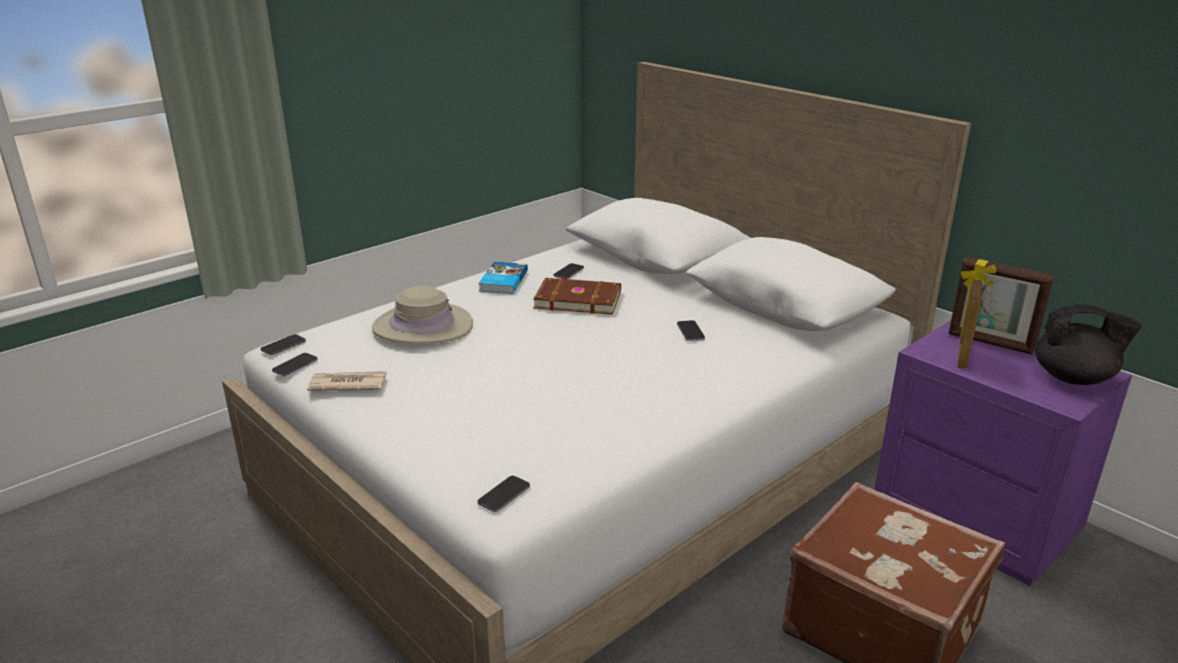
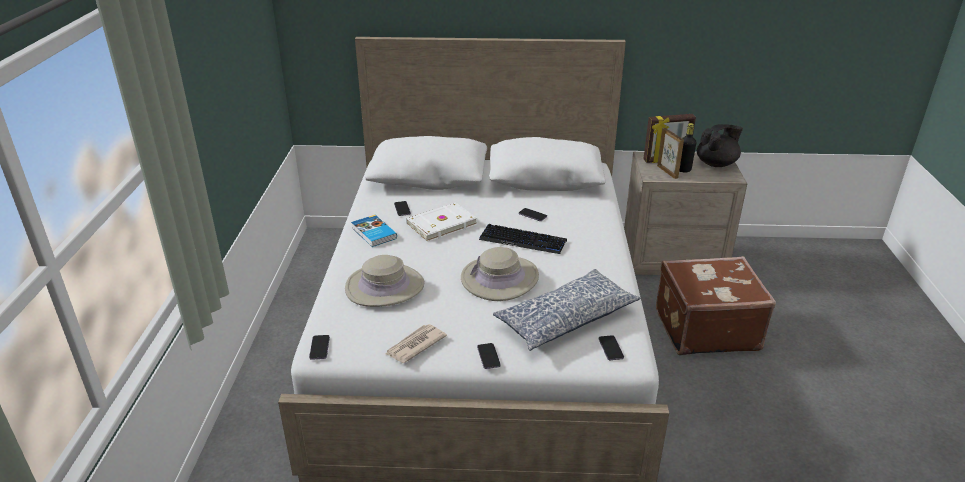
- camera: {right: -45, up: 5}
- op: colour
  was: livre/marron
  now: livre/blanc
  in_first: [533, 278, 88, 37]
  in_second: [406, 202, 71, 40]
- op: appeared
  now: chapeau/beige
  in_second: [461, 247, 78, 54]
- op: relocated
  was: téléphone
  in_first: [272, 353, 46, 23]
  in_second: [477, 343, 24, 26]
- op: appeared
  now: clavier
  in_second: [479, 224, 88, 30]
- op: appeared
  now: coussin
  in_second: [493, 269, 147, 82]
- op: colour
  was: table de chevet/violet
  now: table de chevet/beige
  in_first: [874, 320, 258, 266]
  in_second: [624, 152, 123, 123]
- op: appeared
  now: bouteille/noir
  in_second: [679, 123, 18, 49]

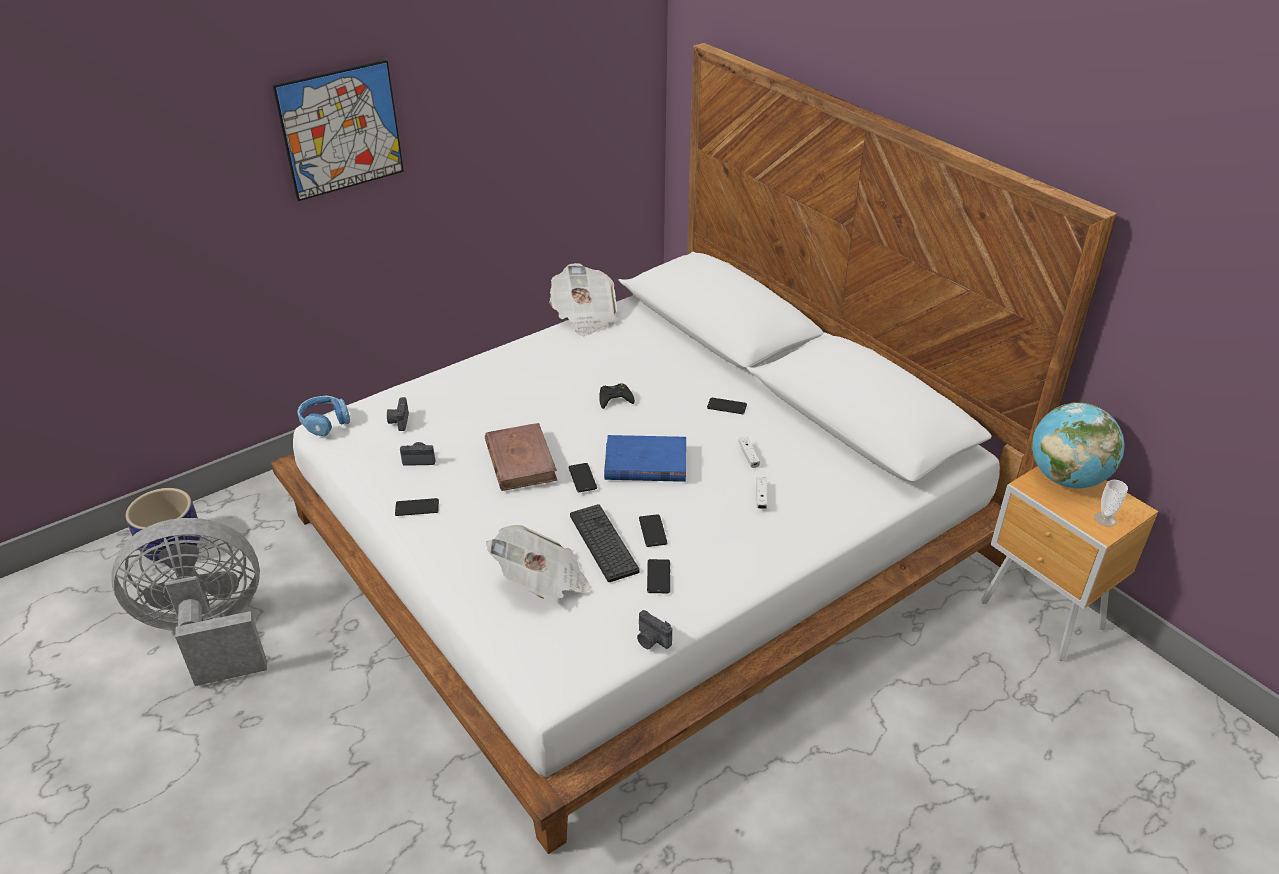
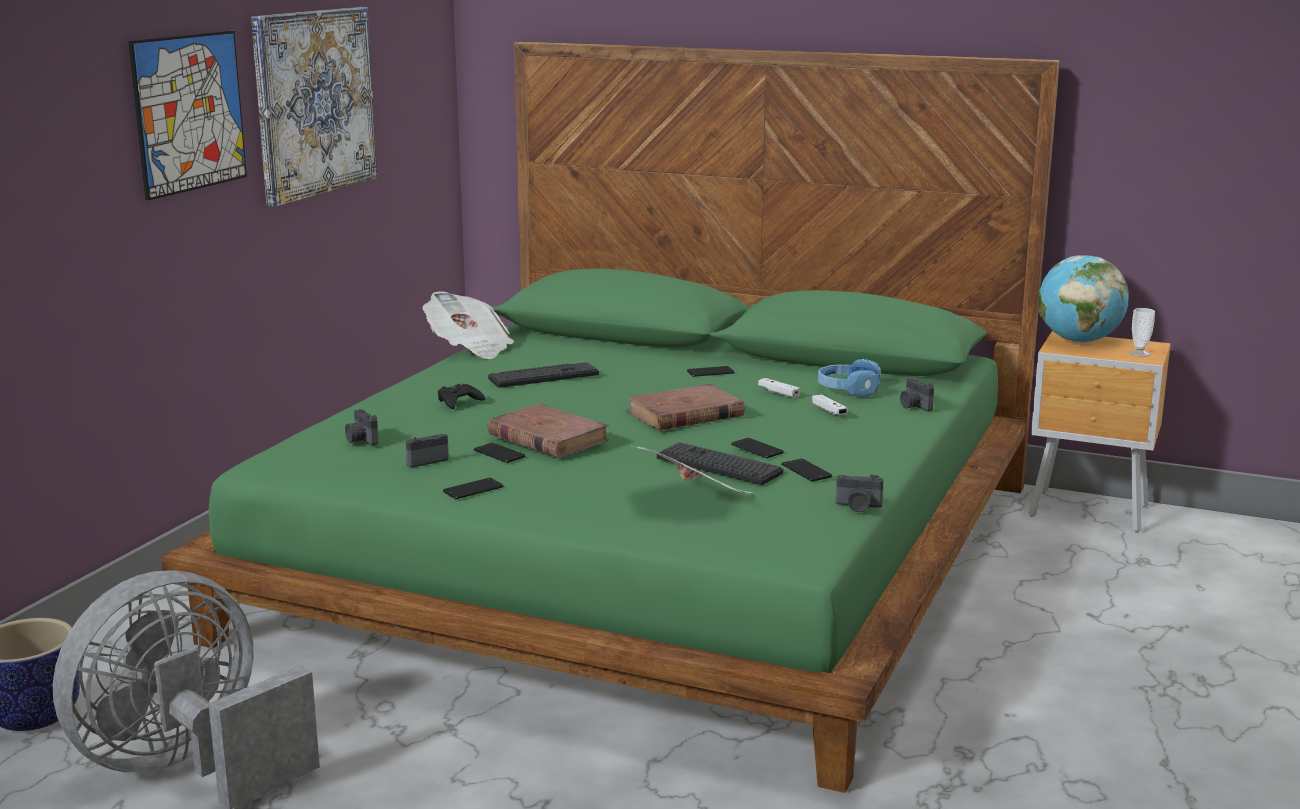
- camera: {right: -30, up: -20}
- op: colour
  was: lit/blanc
  now: lit/vert
  in_first: [271, 43, 846, 811]
  in_second: [161, 42, 899, 751]
- op: appeared
  now: tableau
  in_second: [251, 7, 126, 199]
- op: relocated
  was: manette/noir
  in_first: [599, 384, 36, 25]
  in_second: [438, 384, 48, 25]
- op: relocated
  was: téléphone
  in_first: [569, 463, 28, 29]
  in_second: [474, 443, 51, 20]
- op: appeared
  now: clavier
  in_second: [488, 363, 111, 25]
- op: colour
  was: livre/bleu
  now: livre/marron
  in_first: [604, 435, 82, 47]
  in_second: [625, 384, 120, 47]
- op: relocated
  was: casque audio/bleu
  in_first: [297, 396, 53, 40]
  in_second: [818, 359, 63, 38]
- op: appeared
  now: appareil photo
  in_second: [900, 378, 34, 33]

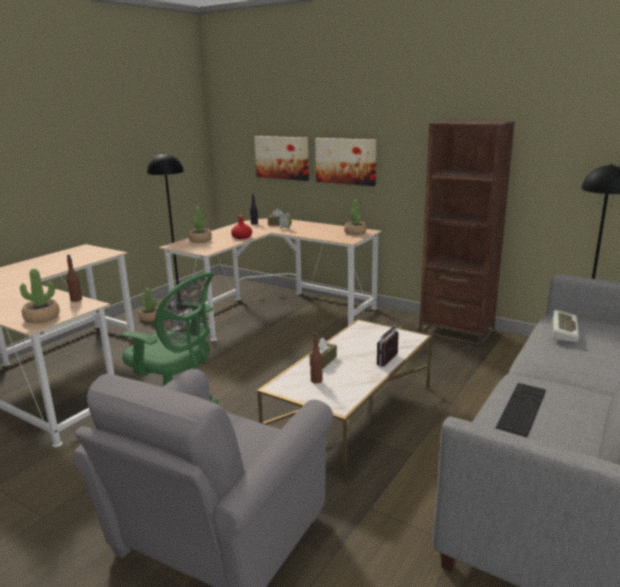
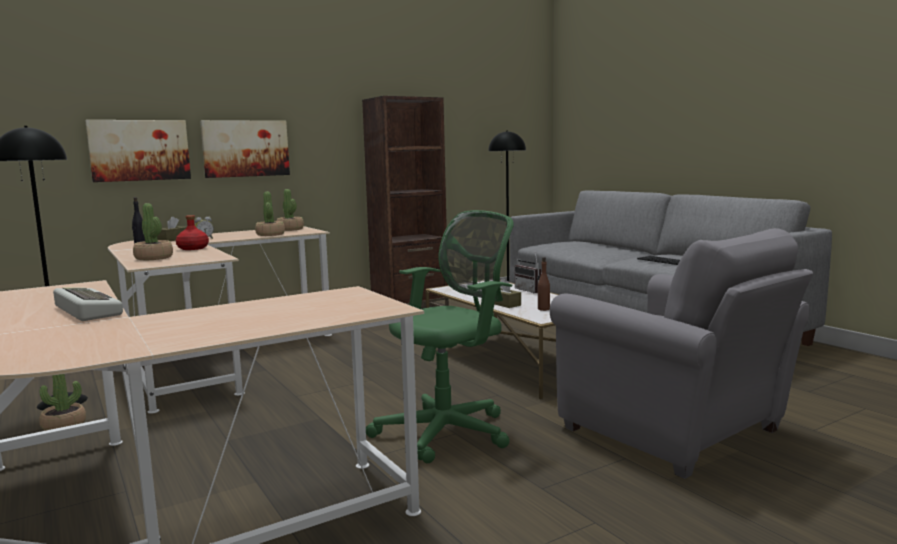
- camera: {right: -65, up: -10}
- op: relocated
  was: clavier
  in_first: [553, 310, 26, 32]
  in_second: [53, 288, 70, 33]
- op: relocated
  was: plante en pot
  in_first: [20, 269, 40, 54]
  in_second: [255, 191, 30, 45]
- op: missing
  was: bouteille/marron
  in_first: [67, 255, 15, 47]

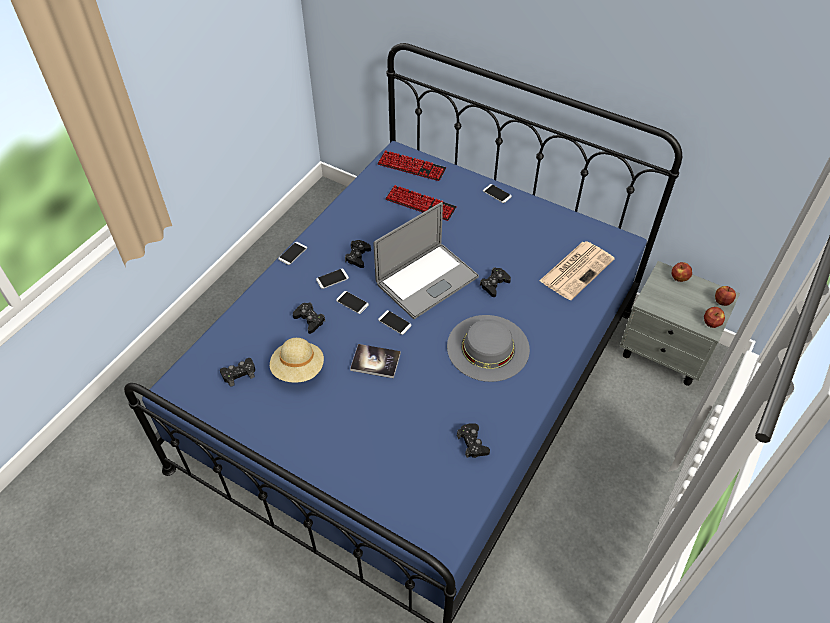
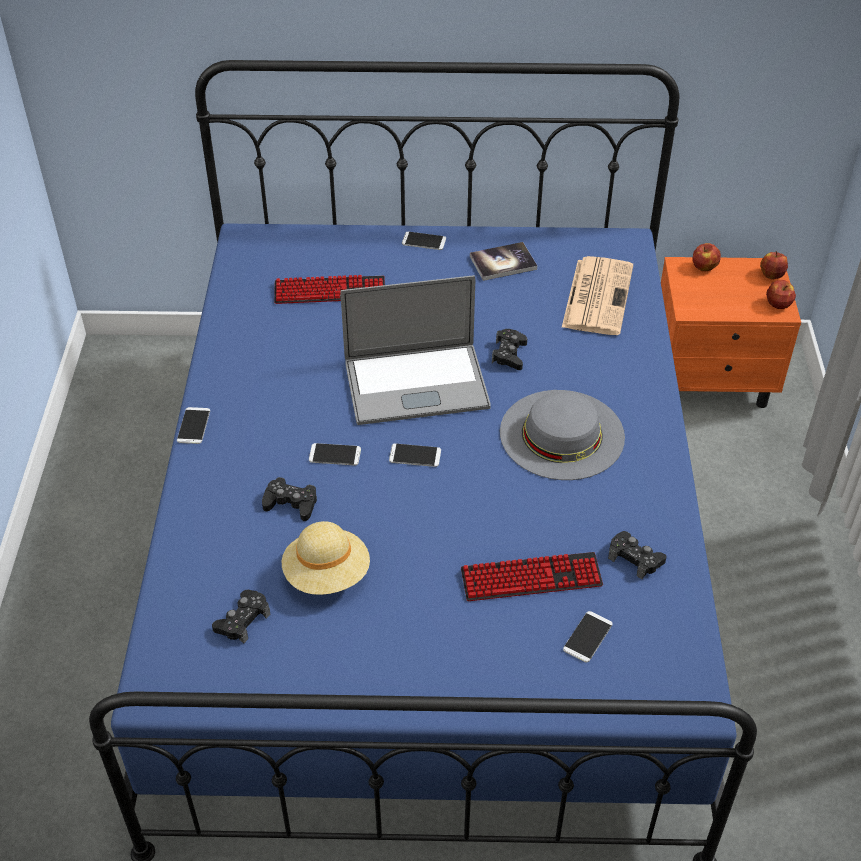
- camera: {right: -30, up: -5}
- op: spun
  was: ordinateur portable
  in_first: [373, 202, 106, 117]
  in_second: [341, 275, 150, 150]
  clockwise: 60
- op: relocated
  was: clavier
  in_first: [377, 150, 69, 31]
  in_second: [461, 552, 142, 49]
- op: relocated
  was: livre
  in_first: [350, 344, 51, 34]
  in_second: [470, 242, 67, 39]
- op: relocated
  was: téléphone
  in_first: [316, 269, 33, 20]
  in_second: [563, 611, 50, 51]
- op: colour
  was: table de chevet/gris
  now: table de chevet/orange
  in_first: [619, 261, 121, 125]
  in_second: [661, 257, 140, 151]
- op: missing
  was: manette/noir
  in_first: [345, 240, 26, 28]

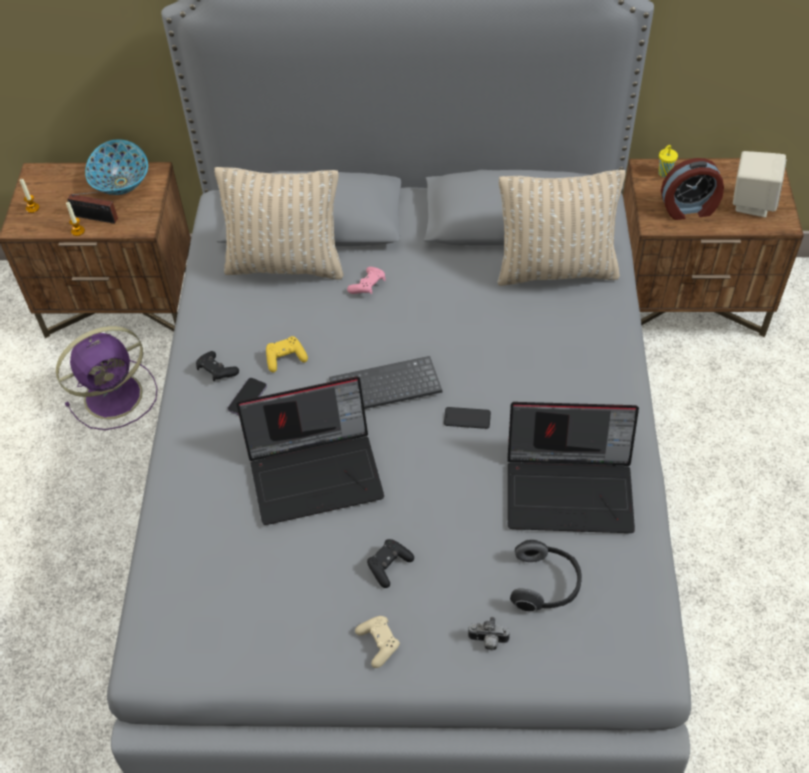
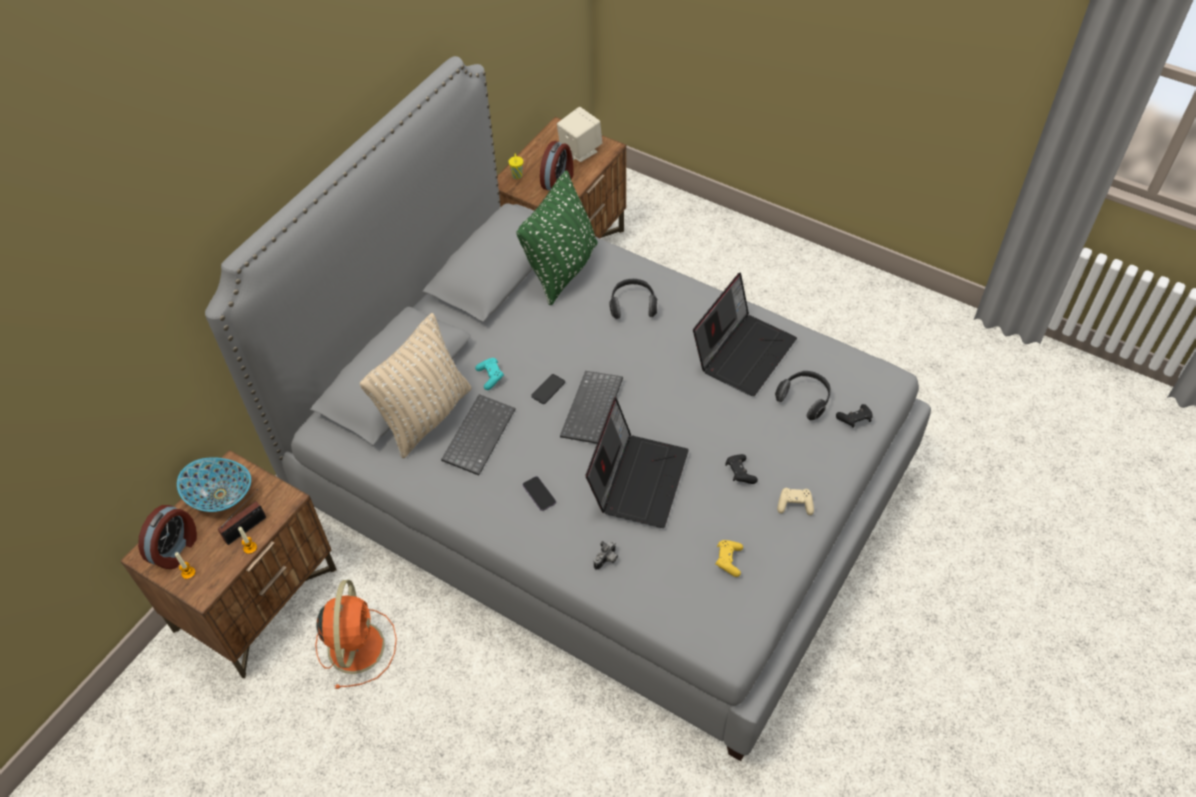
- camera: {right: -60, up: 0}
- op: appeared
  now: réveil
  in_second: [138, 505, 59, 64]
- op: colour
  was: ventilateur/violet
  now: ventilateur/orange
  in_first: [56, 326, 102, 104]
  in_second: [315, 580, 82, 109]
- op: appeared
  now: clavier
  in_second: [441, 394, 74, 81]
- op: colour
  was: manette/rose
  now: manette/turquoise
  in_first: [347, 267, 39, 27]
  in_second: [475, 358, 29, 32]
- op: colour
  was: coussin/beige
  now: coussin/vert
  in_first: [497, 170, 128, 116]
  in_second: [516, 170, 82, 135]
- op: relocated
  was: téléphone
  in_first: [444, 407, 47, 22]
  in_second: [531, 374, 34, 30]
- op: relocated
  was: appareil photo
  in_first: [468, 617, 42, 33]
  in_second: [594, 541, 24, 29]
- op: appeared
  now: casque audio
  in_second: [609, 279, 49, 40]
- op: relocated
  was: manette/jaune
  in_first: [266, 336, 42, 37]
  in_second: [715, 540, 28, 37]
- op: relocated
  was: manette/noir
  in_first: [196, 351, 43, 30]
  in_second: [836, 404, 37, 24]

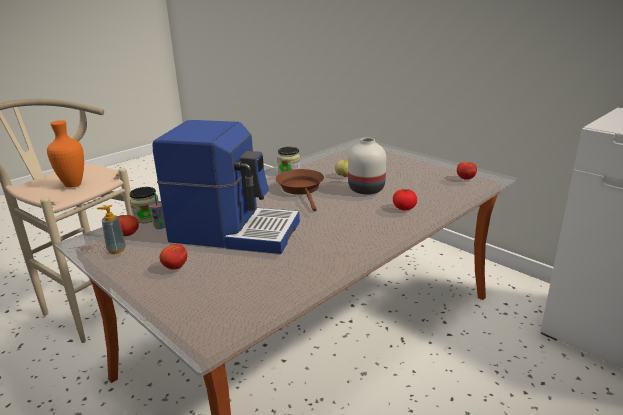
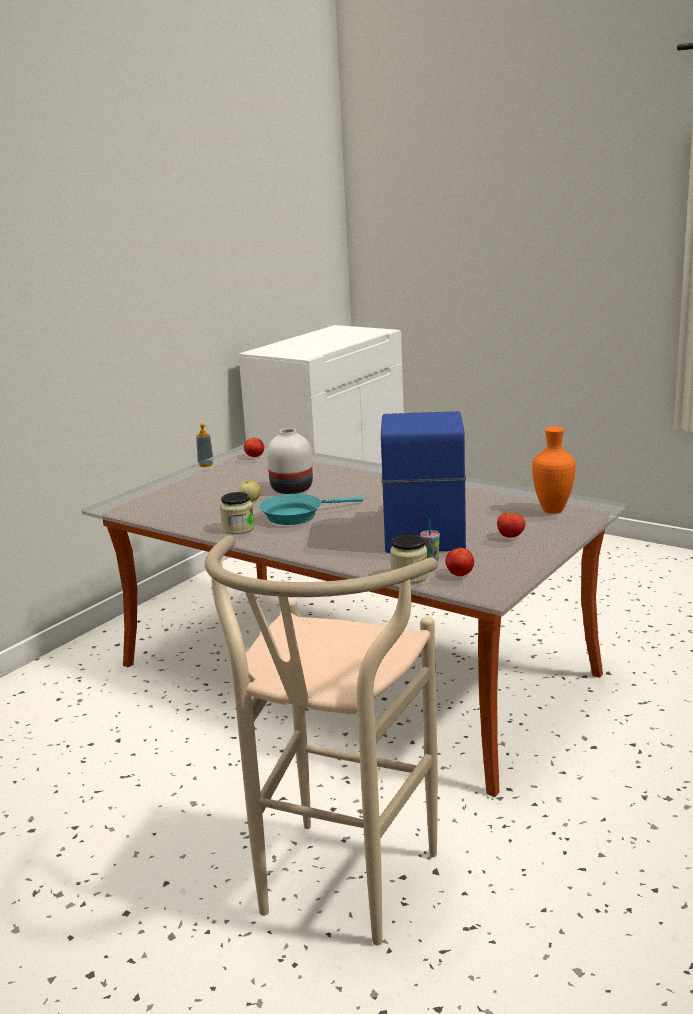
- camera: {right: -100, up: -5}
- op: relocated
  was: distributeur de savon
  in_first: [97, 205, 29, 49]
  in_second: [196, 423, 18, 44]
- op: colour
  was: poêle/marron
  now: poêle/turquoise
  in_first: [276, 169, 48, 43]
  in_second: [259, 494, 104, 31]
- op: relocated
  was: vase/orange
  in_first: [47, 120, 37, 68]
  in_second: [532, 427, 44, 87]
- op: missing
  was: tomate
  in_first: [393, 189, 24, 22]

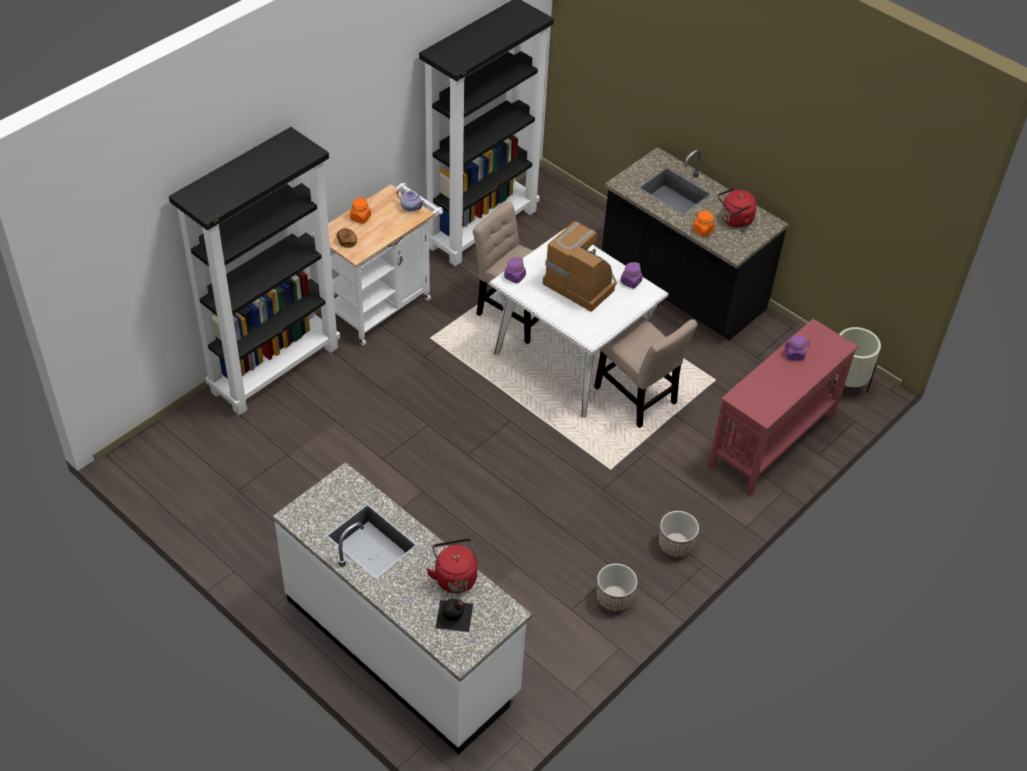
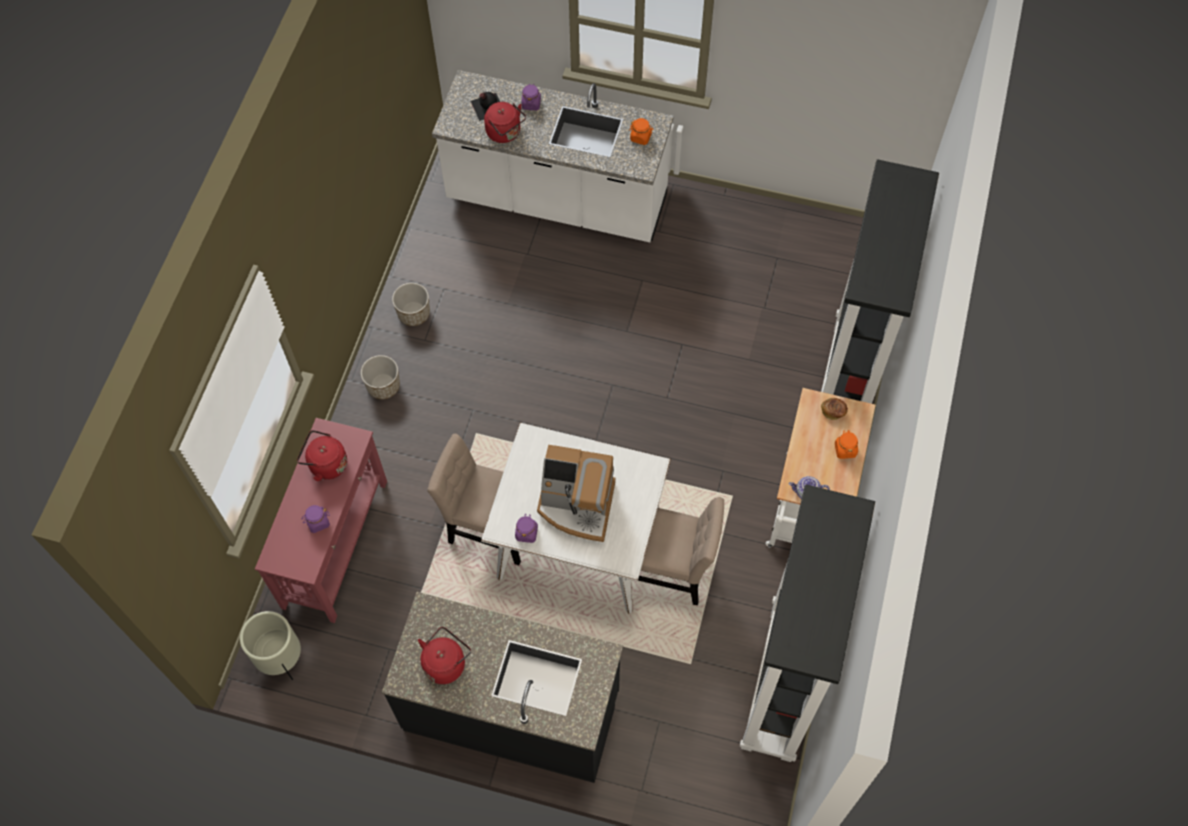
- camera: {right: 155, up: 15}
- op: appeared
  now: bouilloire/rouge
  in_second: [297, 430, 50, 51]
- op: relocated
  was: bocal/violet
  in_first: [504, 257, 22, 26]
  in_second: [521, 84, 20, 26]
- op: relocated
  was: bocal/orange
  in_first: [693, 211, 22, 26]
  in_second: [629, 118, 24, 27]

